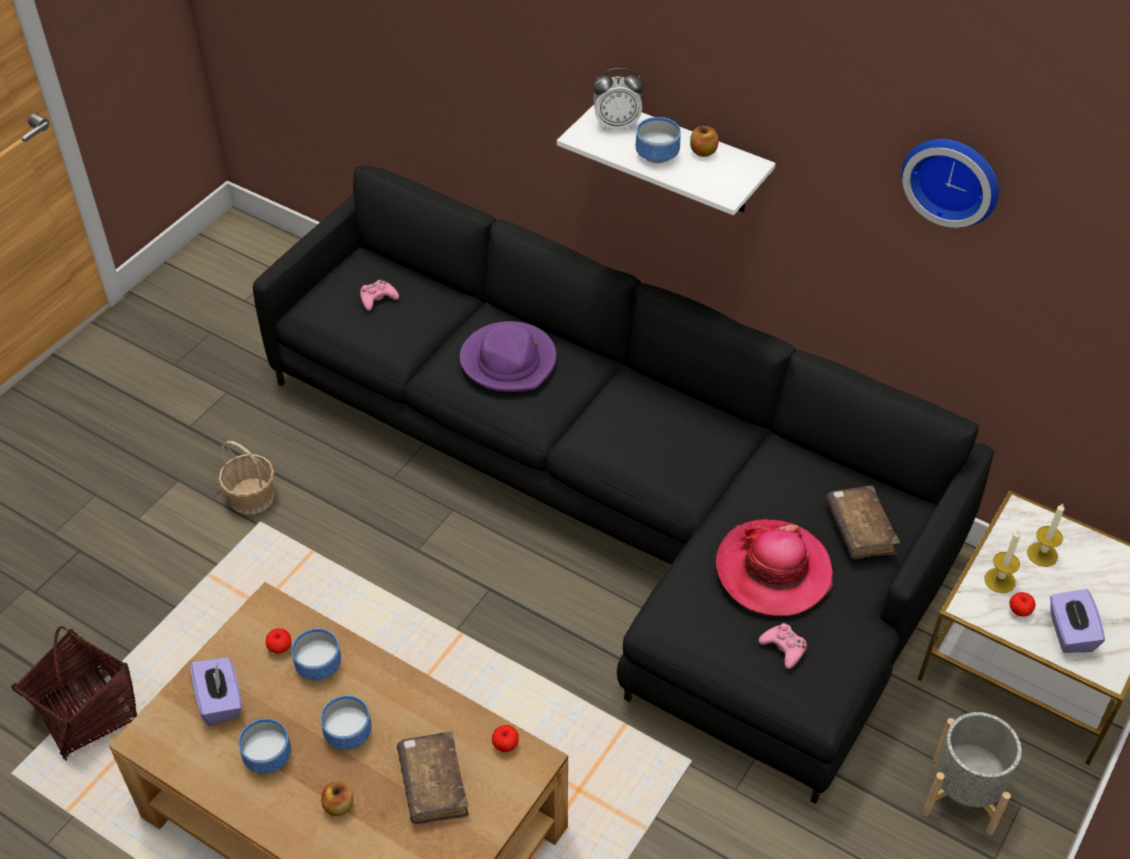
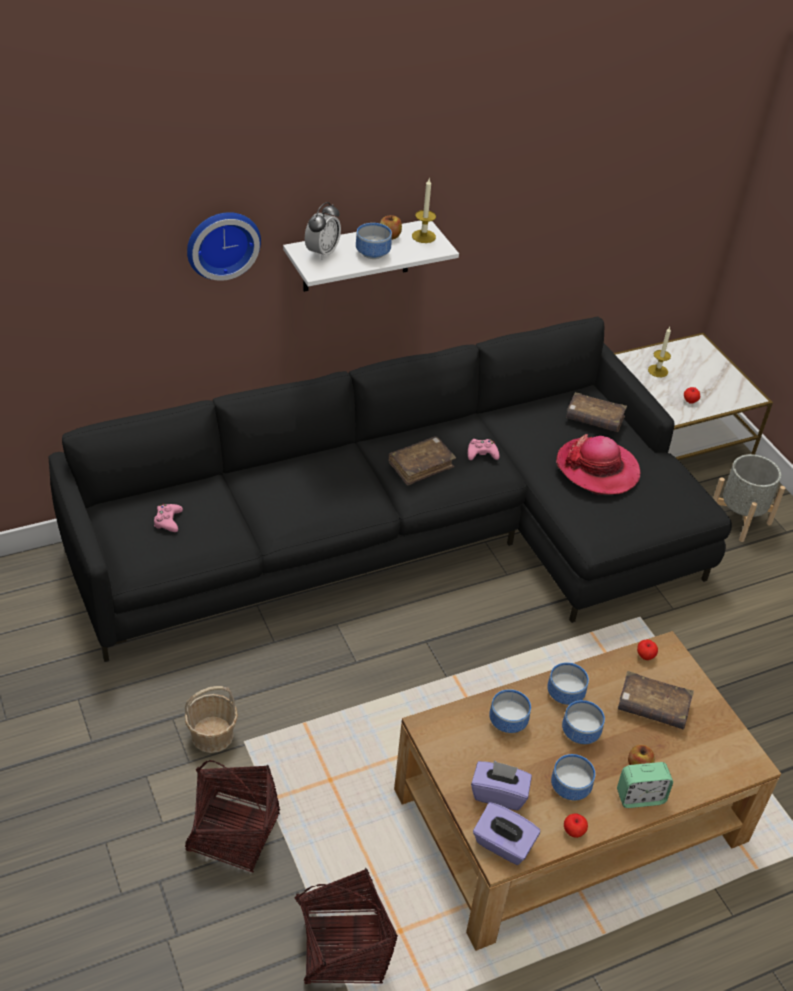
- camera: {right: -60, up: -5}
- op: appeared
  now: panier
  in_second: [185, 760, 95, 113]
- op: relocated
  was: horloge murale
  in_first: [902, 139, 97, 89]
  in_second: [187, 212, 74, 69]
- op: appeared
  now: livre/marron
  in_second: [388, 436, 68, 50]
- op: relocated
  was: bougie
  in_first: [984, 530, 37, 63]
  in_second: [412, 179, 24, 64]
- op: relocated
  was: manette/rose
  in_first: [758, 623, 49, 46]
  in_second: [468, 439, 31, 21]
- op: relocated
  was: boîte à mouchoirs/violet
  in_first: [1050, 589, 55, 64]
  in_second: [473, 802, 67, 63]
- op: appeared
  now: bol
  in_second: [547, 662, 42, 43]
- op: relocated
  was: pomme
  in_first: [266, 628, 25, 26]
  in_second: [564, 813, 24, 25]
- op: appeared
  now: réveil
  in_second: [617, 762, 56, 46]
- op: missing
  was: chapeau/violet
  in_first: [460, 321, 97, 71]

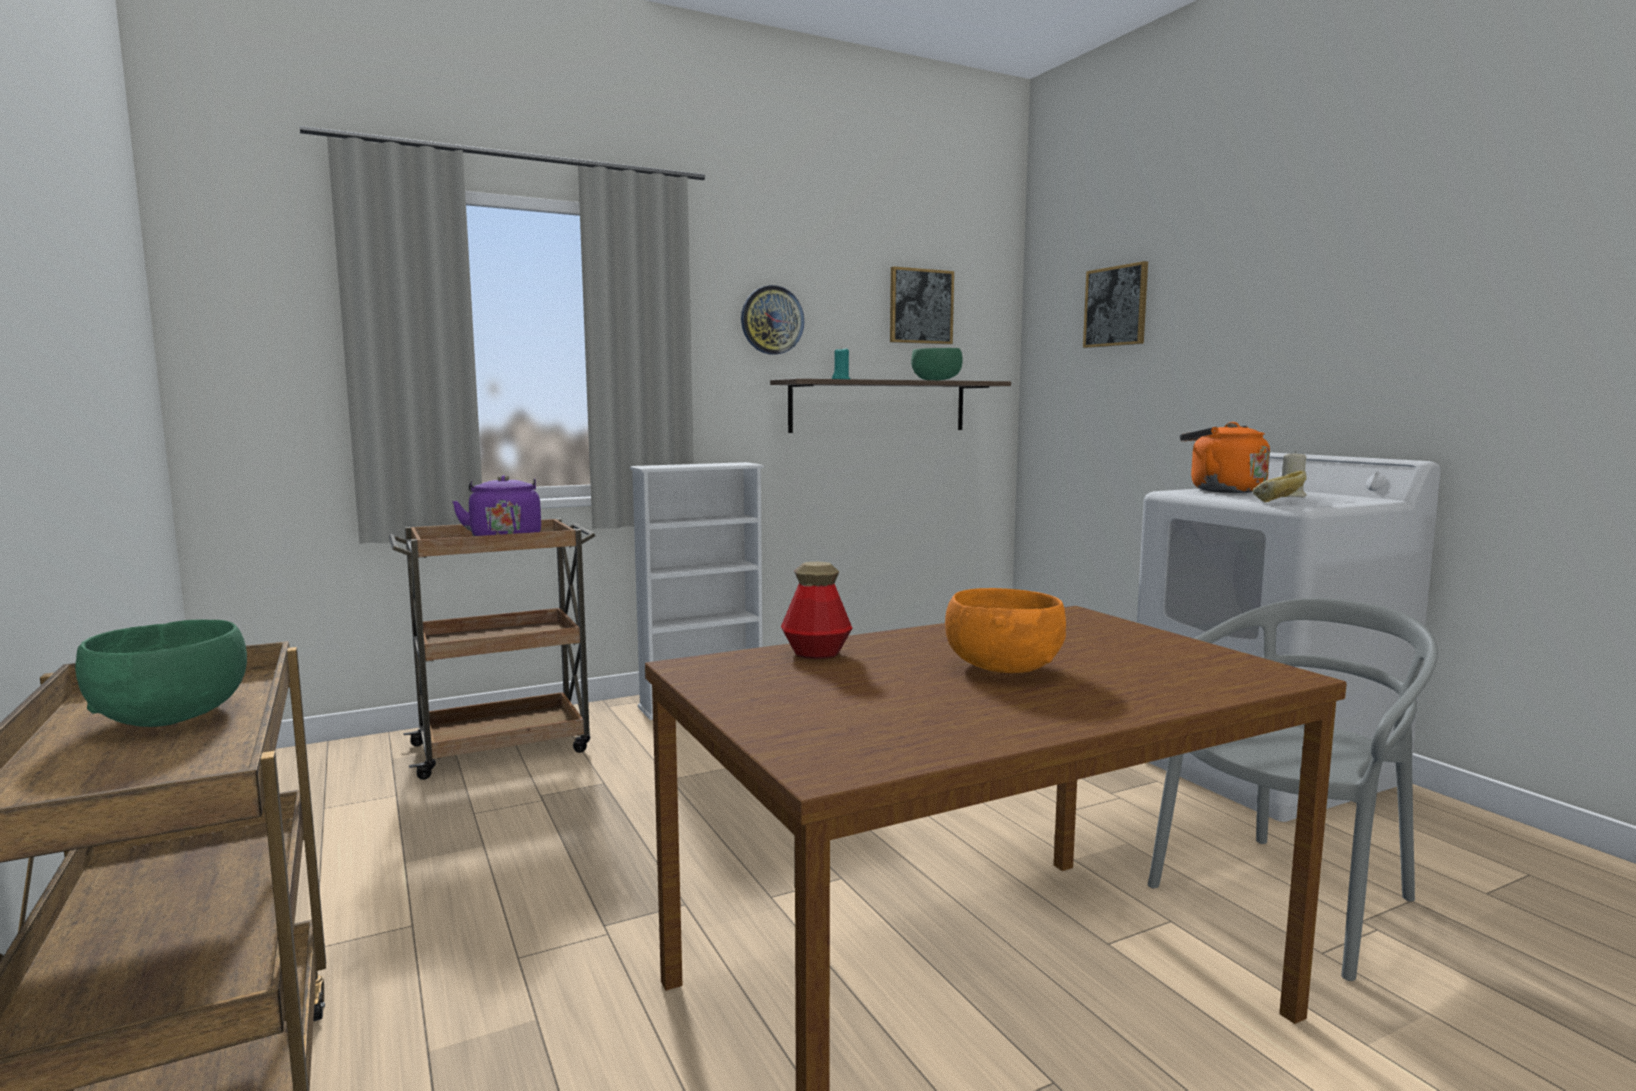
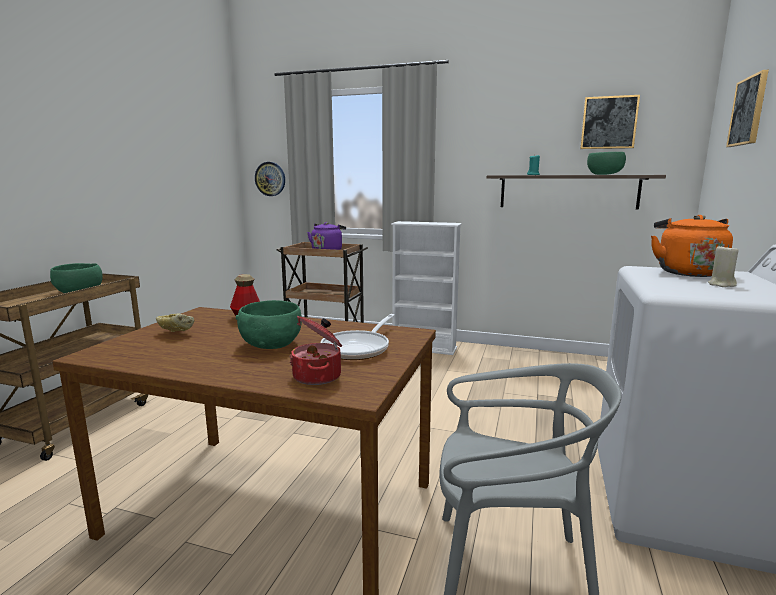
- camera: {right: 45, up: 5}
- op: relocated
  was: pain
  in_first: [1253, 470, 53, 32]
  in_second: [156, 313, 39, 19]
- op: colour
  was: bol/orange
  now: bol/vert
  in_first: [945, 588, 121, 85]
  in_second: [236, 300, 66, 49]
- op: relocated
  was: horloge murale
  in_first: [741, 285, 63, 70]
  in_second: [255, 162, 30, 34]
- op: appeared
  now: marmite
  in_second: [289, 316, 53, 69]
- op: appeared
  now: poêle
  in_second: [320, 314, 75, 46]

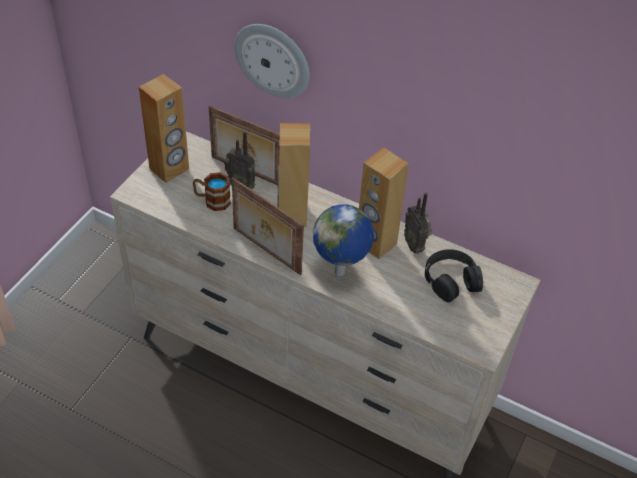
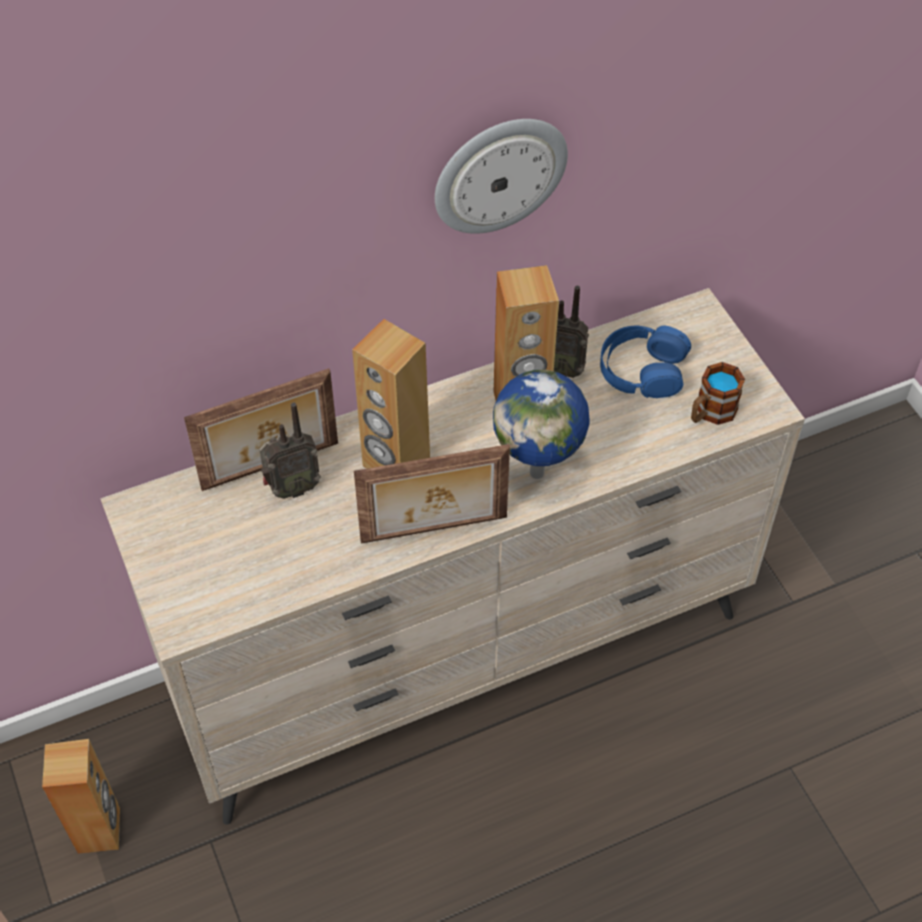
- camera: {right: -50, up: 5}
- op: relocated
  was: enceinte/marron
  in_first: [139, 74, 50, 109]
  in_second: [42, 739, 78, 115]
- op: relocated
  was: horloge murale
  in_first: [235, 24, 75, 74]
  in_second: [435, 119, 133, 115]
- op: colour
  was: casque audio/noir
  now: casque audio/bleu
  in_first: [425, 249, 58, 53]
  in_second: [600, 326, 91, 72]
- op: relocated
  was: mug
  in_first: [193, 172, 38, 39]
  in_second: [691, 362, 54, 63]

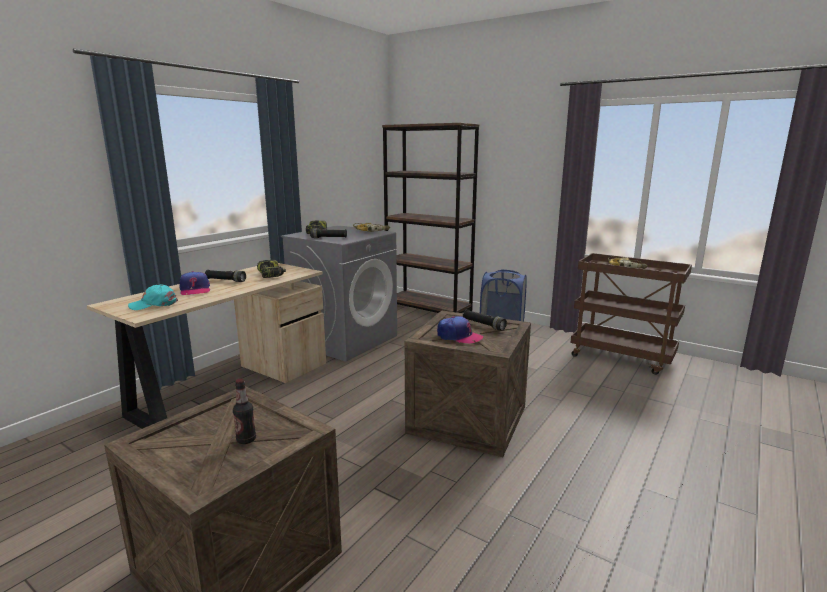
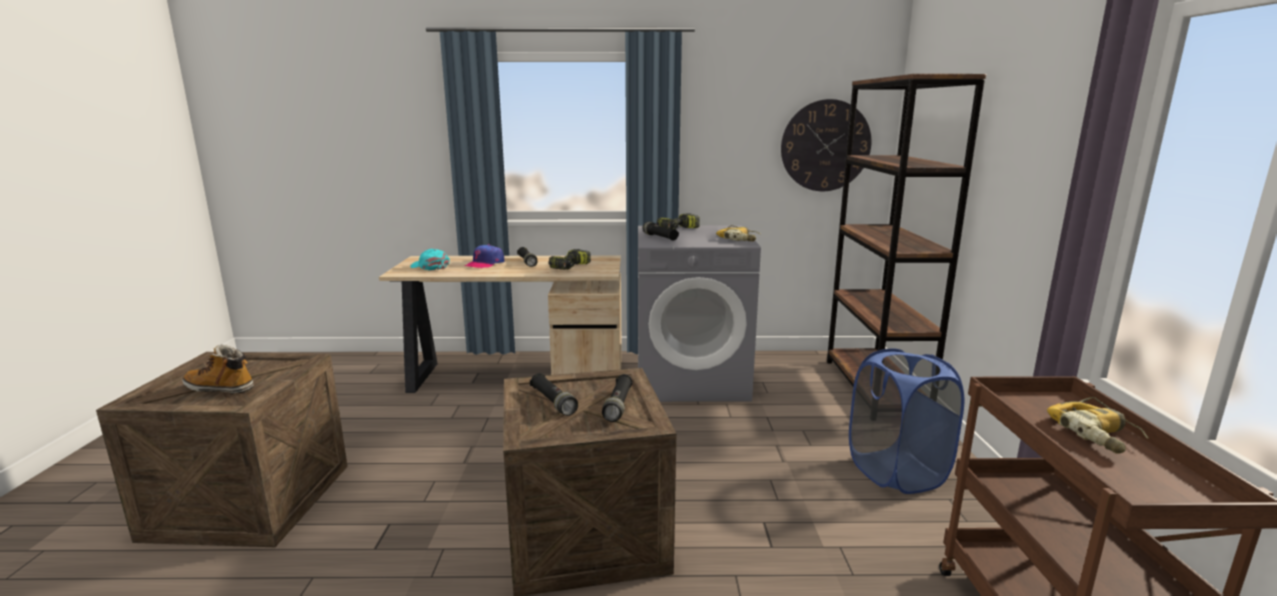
- camera: {right: 55, up: 0}
- op: exchanged
  was: bouteille
  now: botte
  in_first: [233, 378, 23, 66]
  in_second: [182, 344, 72, 50]
- op: exchanged
  was: casquette
  now: lampe de poche/noir
  in_first: [437, 316, 46, 27]
  in_second: [530, 373, 48, 43]
- op: appeared
  now: horloge murale
  in_second: [781, 99, 90, 92]

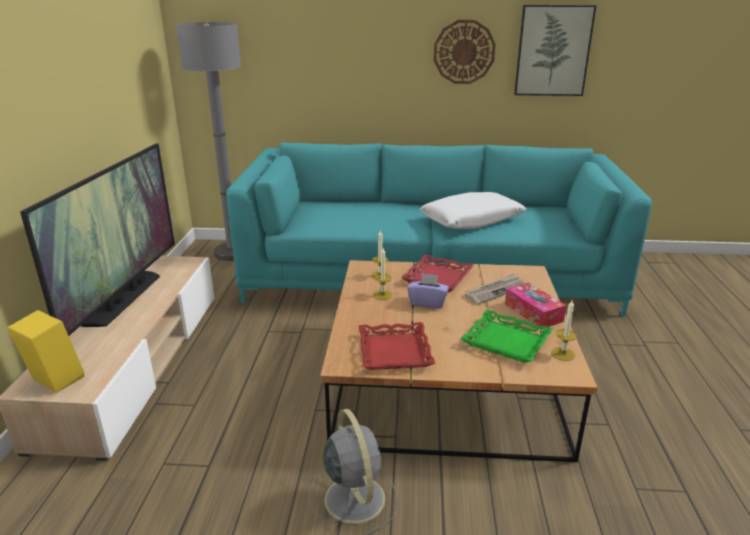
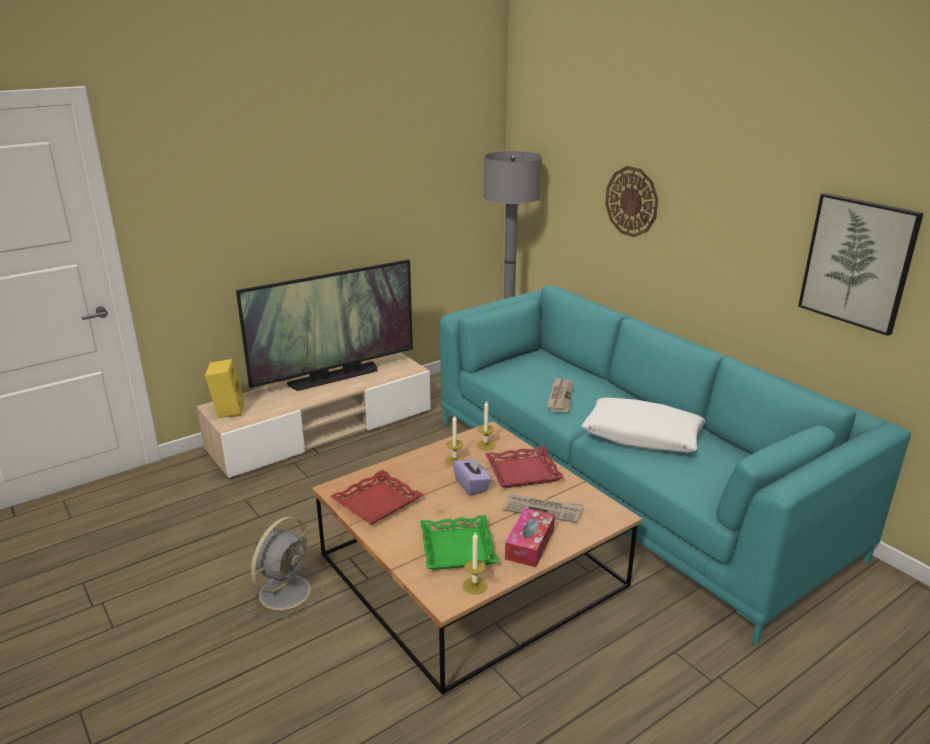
- camera: {right: 50, up: 0}
- op: appeared
  now: journal
  in_second: [546, 377, 28, 36]
- op: relocated
  was: horloge murale
  in_first: [434, 20, 62, 64]
  in_second: [605, 166, 53, 71]

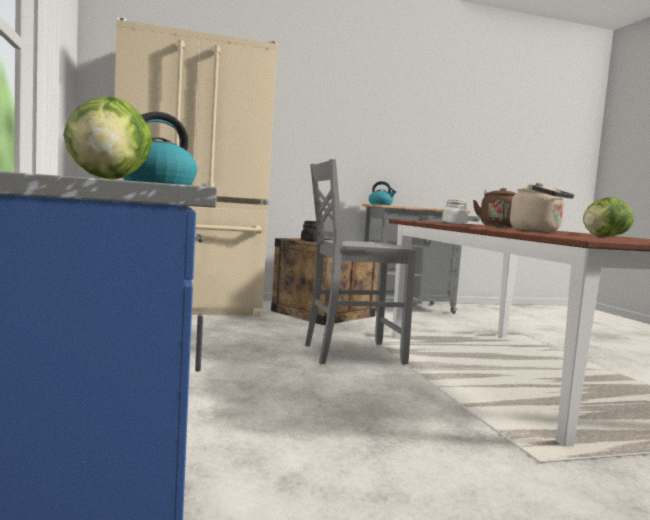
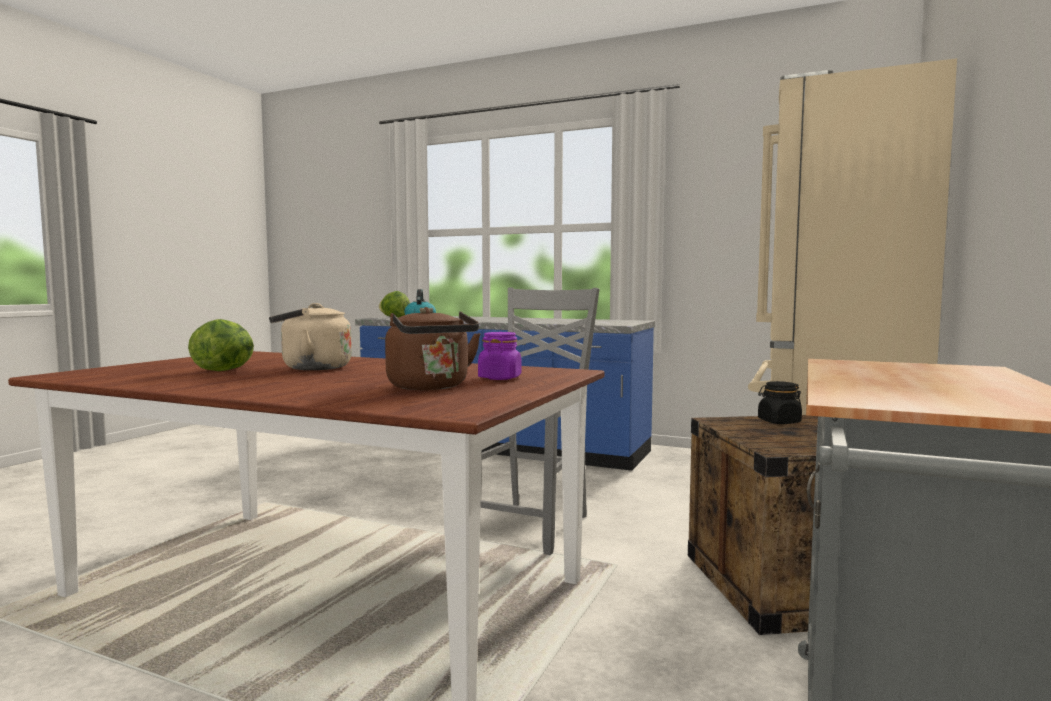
- camera: {right: 130, up: 0}
- op: colour
  was: bocal/blanc
  now: bocal/violet
  in_first: [442, 199, 26, 25]
  in_second: [478, 332, 44, 48]
- op: missing
  was: bouilloire
  in_first: [369, 181, 27, 24]

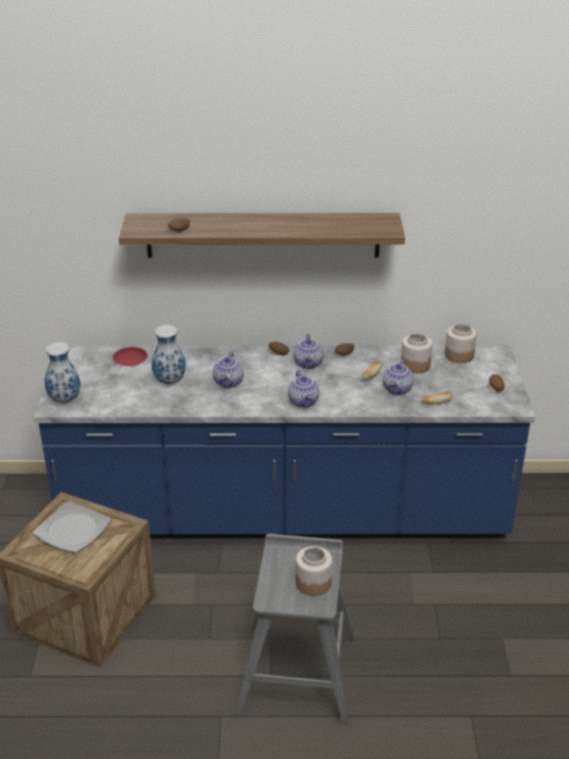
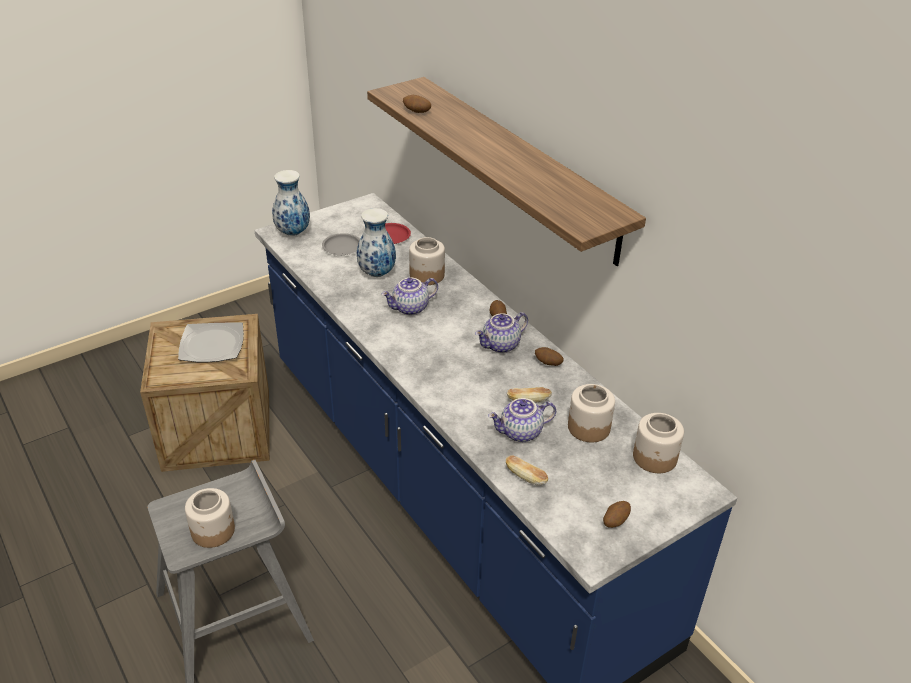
- camera: {right: 55, up: 5}
- op: appeared
  now: assiette/gris
  in_second: [322, 233, 38, 22]
- op: appeared
  now: bocal
  in_second: [409, 237, 36, 48]
- op: missing
  was: théière
  in_first: [288, 370, 31, 38]

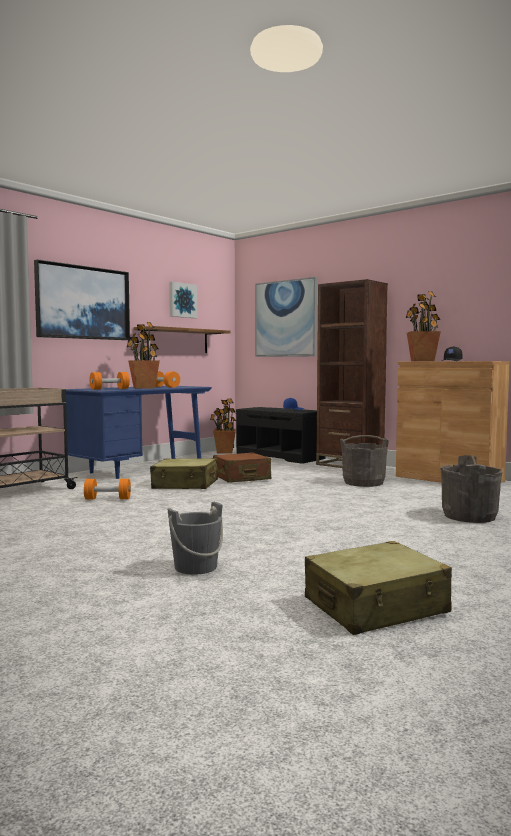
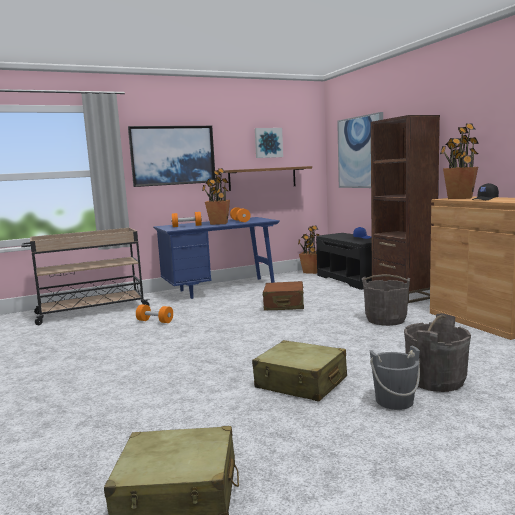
- camera: {right: 25, up: 5}
- op: relocated
  was: valise/beige
  in_first: [150, 458, 68, 31]
  in_second: [252, 340, 95, 62]
- op: relocated
  was: seau/gris
  in_first: [167, 502, 56, 73]
  in_second: [370, 345, 50, 65]

